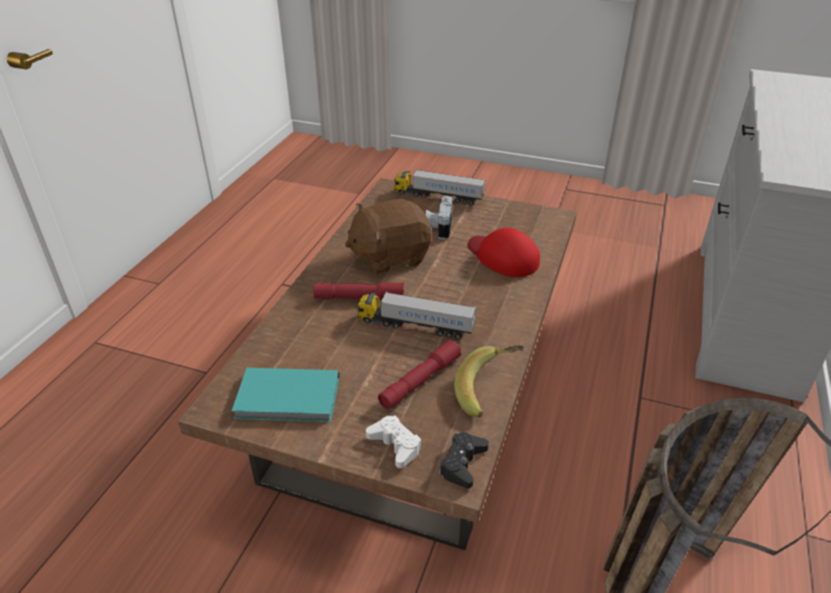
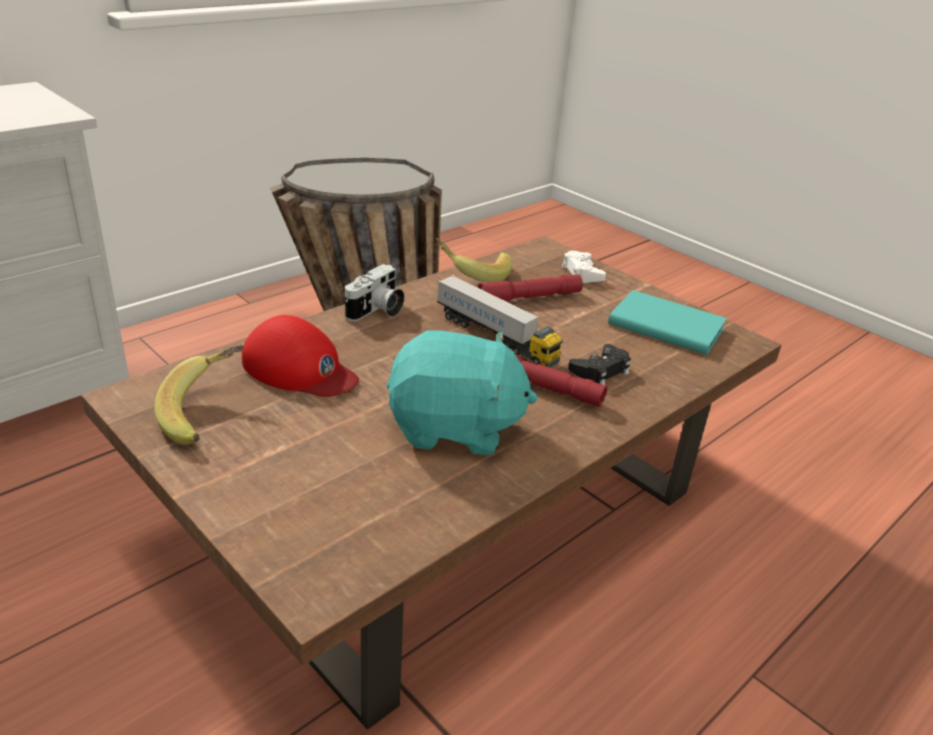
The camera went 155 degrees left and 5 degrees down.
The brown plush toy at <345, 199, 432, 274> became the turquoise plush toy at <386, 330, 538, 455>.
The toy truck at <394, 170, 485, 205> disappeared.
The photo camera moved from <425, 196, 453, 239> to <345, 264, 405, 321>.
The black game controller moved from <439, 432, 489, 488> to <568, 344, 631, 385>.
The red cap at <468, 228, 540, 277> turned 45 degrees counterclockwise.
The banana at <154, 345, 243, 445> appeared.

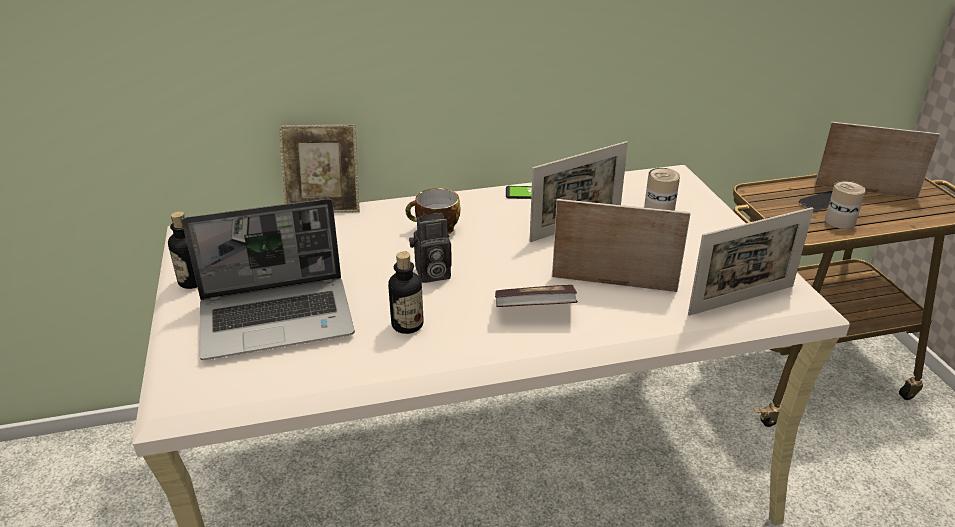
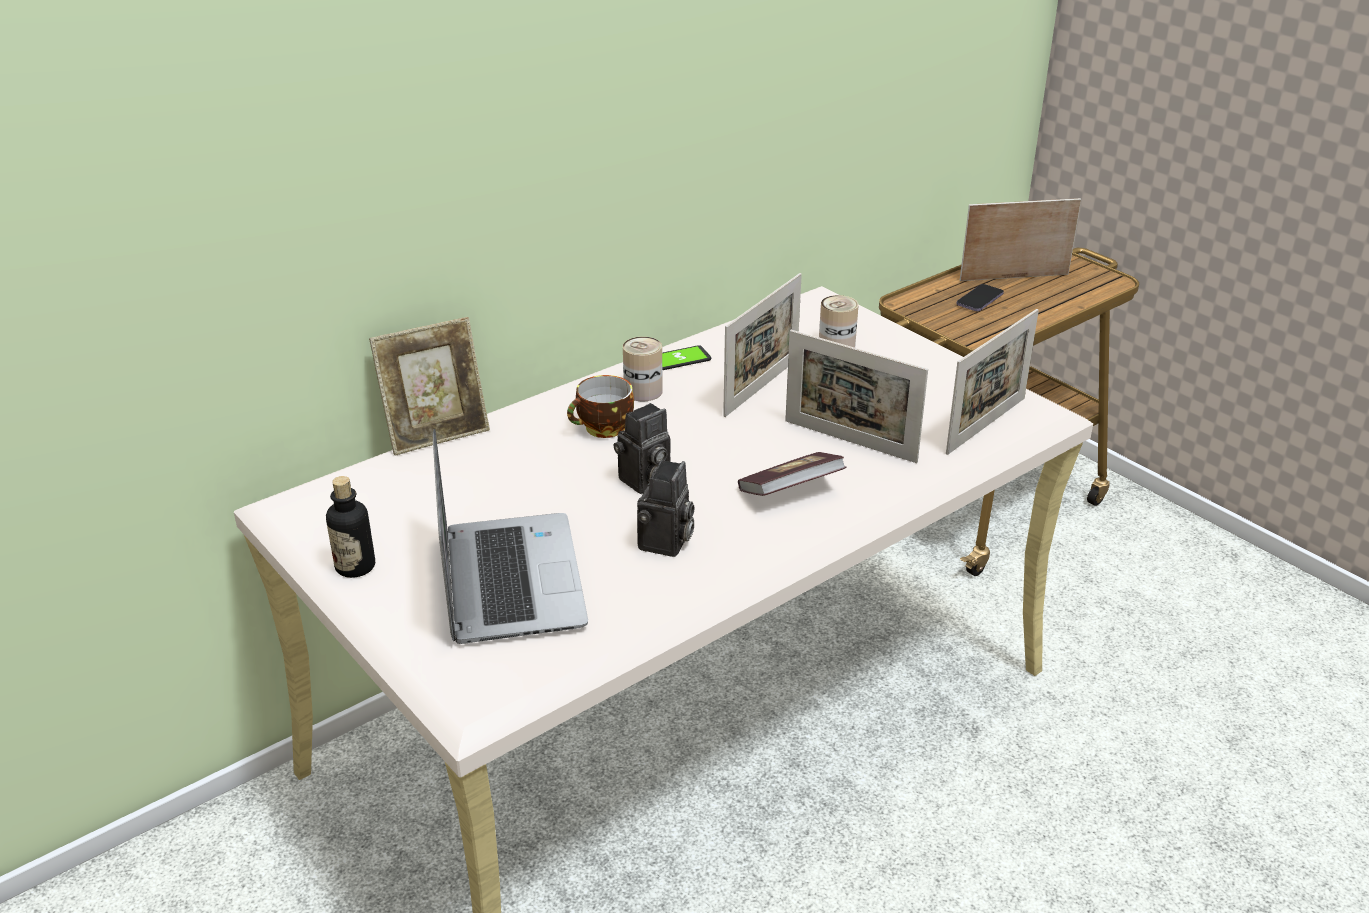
The camera went 25 degrees left and 0 degrees up.
The laptop at <182, 199, 355, 360> turned 60 degrees counterclockwise.
The bottle at <388, 251, 424, 334> was replaced by the photo camera at <637, 460, 694, 557>.
The picture frame at <552, 199, 691, 292> turned 135 degrees counterclockwise.
The can moved from <825, 181, 866, 229> to <623, 337, 663, 401>.

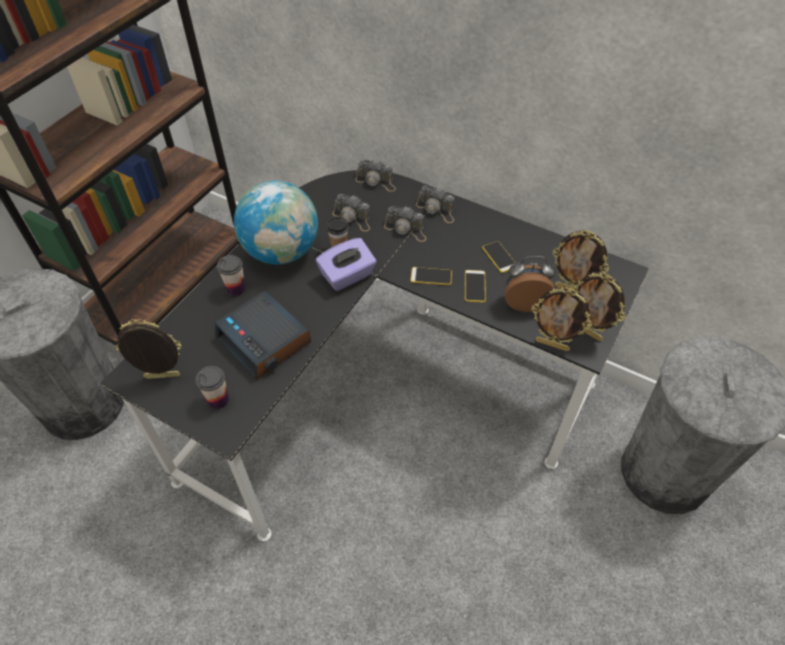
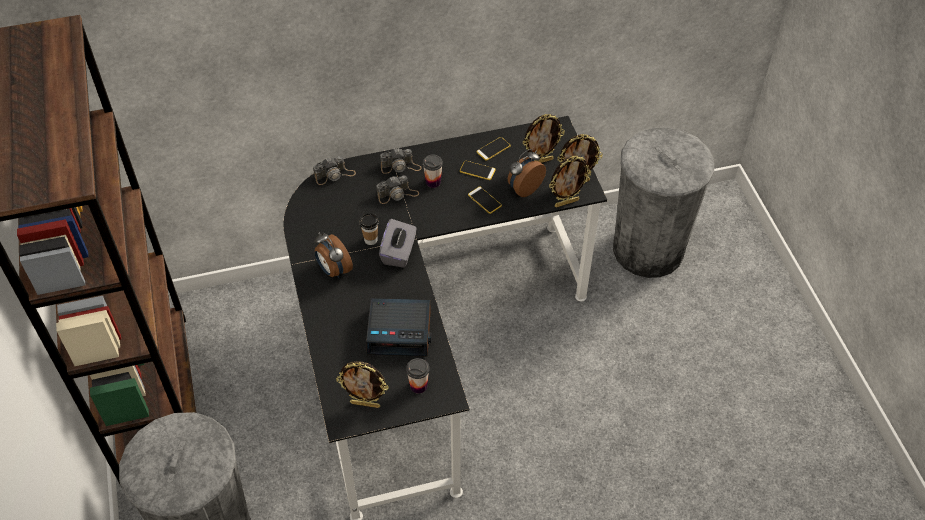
The camera went 45 degrees left and 0 degrees up.
The picture frame at <116, 319, 182, 379> turned 120 degrees counterclockwise.
The cup moved from <217, 255, 245, 296> to <423, 154, 443, 188>.
The globe at <234, 181, 318, 264> was replaced by the alarm clock at <315, 232, 353, 278>.
The purple tissue box at <316, 238, 377, 291> became the grey tissue box at <379, 219, 417, 268>.
The photo camera at <332, 194, 370, 232> disappeared.
The phone moved from <410, 267, 452, 285> to <477, 137, 511, 161>.

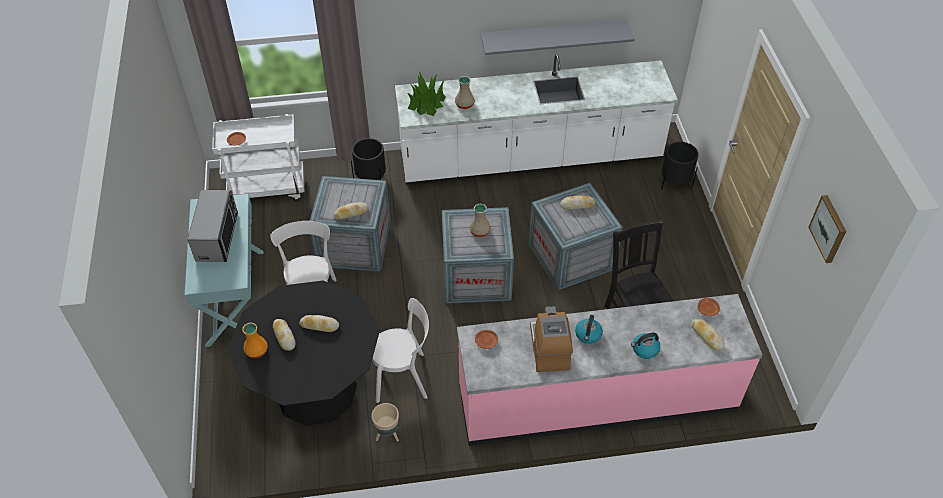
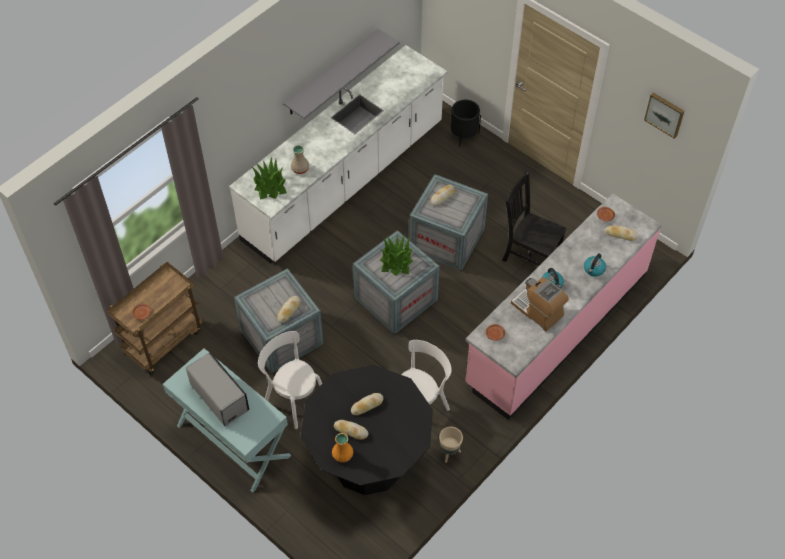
The camera went 40 degrees left and 5 degrees up.
The white cart at <212, 114, 305, 201> became the brown cart at <107, 262, 203, 375>.
The black planter at <351, 138, 386, 180> disappeared.
The beige vase at <469, 204, 491, 237> was replaced by the potted plant at <380, 235, 413, 276>.

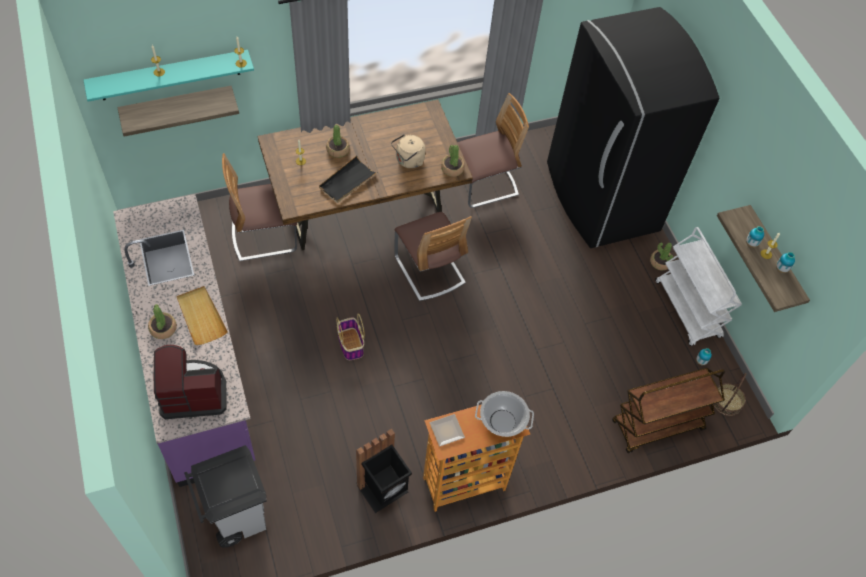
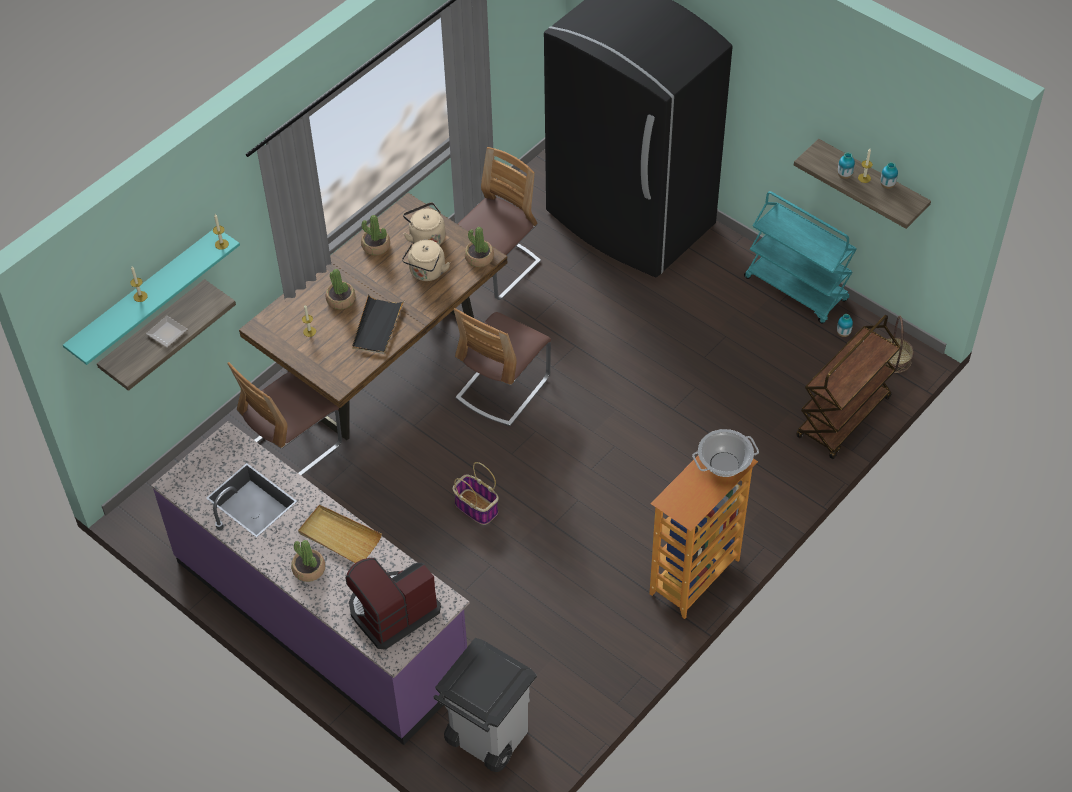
The camera went 25 degrees left and 5 degrees down.
The black trash can at <356, 429, 412, 513> disappeared.
The chair at <394, 212, 472, 301> turned 90 degrees clockwise.
The plate moved from <430, 414, 465, 446> to <146, 316, 188, 348>.
The potted plant moved from <650, 242, 673, 270> to <361, 215, 390, 255>.
The white cart at <655, 227, 742, 346> became the turquoise cart at <744, 191, 857, 324>.
The beige kettle at <403, 202, 445, 246> appeared.

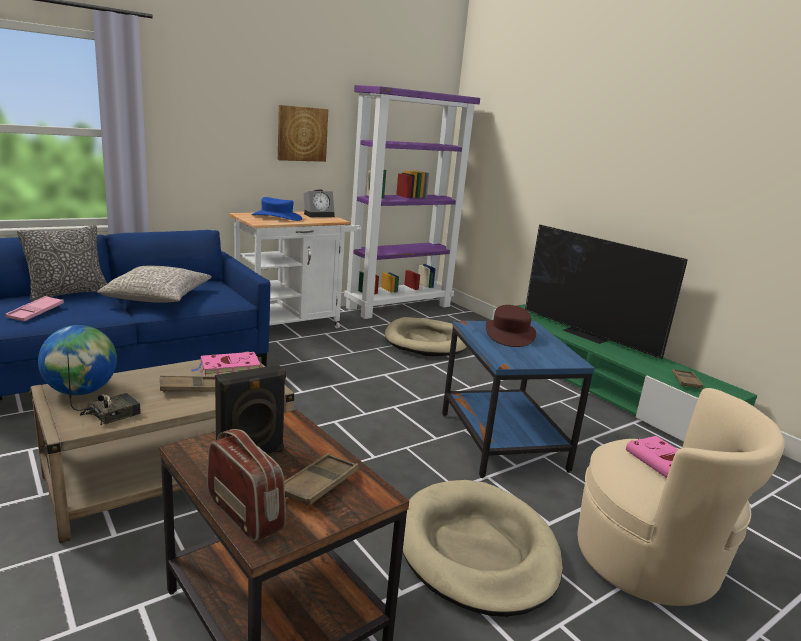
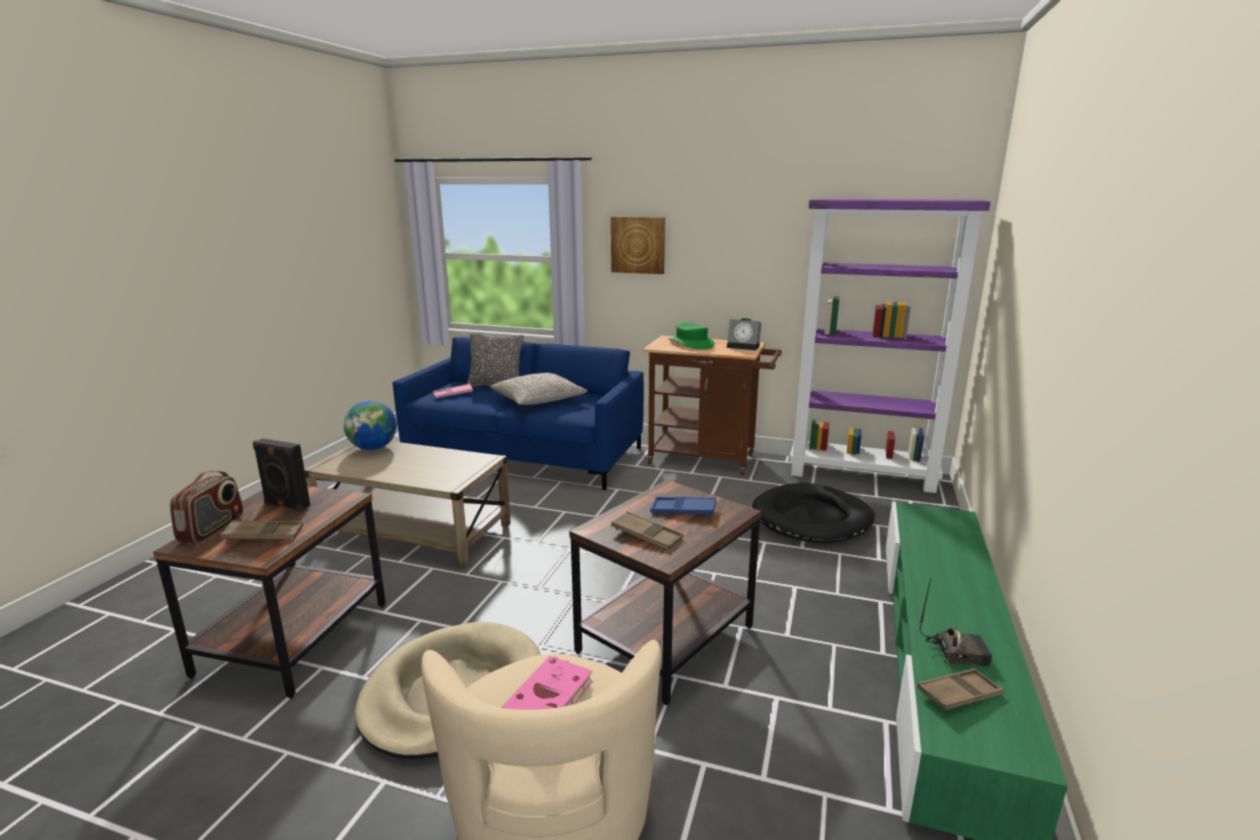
The camera went 55 degrees right and 0 degrees up.
The radio moved from <67, 352, 141, 425> to <920, 578, 992, 666>.
The brown tray moved from <160, 376, 215, 392> to <611, 511, 683, 550>.
The pink book at <190, 352, 260, 376> disappeared.
The white cart at <229, 211, 361, 328> became the brown cart at <643, 336, 782, 476>.
The blue hat at <251, 197, 302, 221> became the green hat at <668, 322, 715, 350>.
The picture moved from <278, 105, 328, 162> to <611, 217, 665, 274>.
The beige dog bed at <385, 317, 467, 356> became the black dog bed at <752, 483, 875, 543>.
The blue side table at <442, 321, 595, 478> became the brown side table at <569, 480, 761, 705>.
The brown hat at <486, 305, 536, 347> was replaced by the blue tray at <650, 497, 716, 515>.
The television at <525, 224, 687, 359> disappeared.

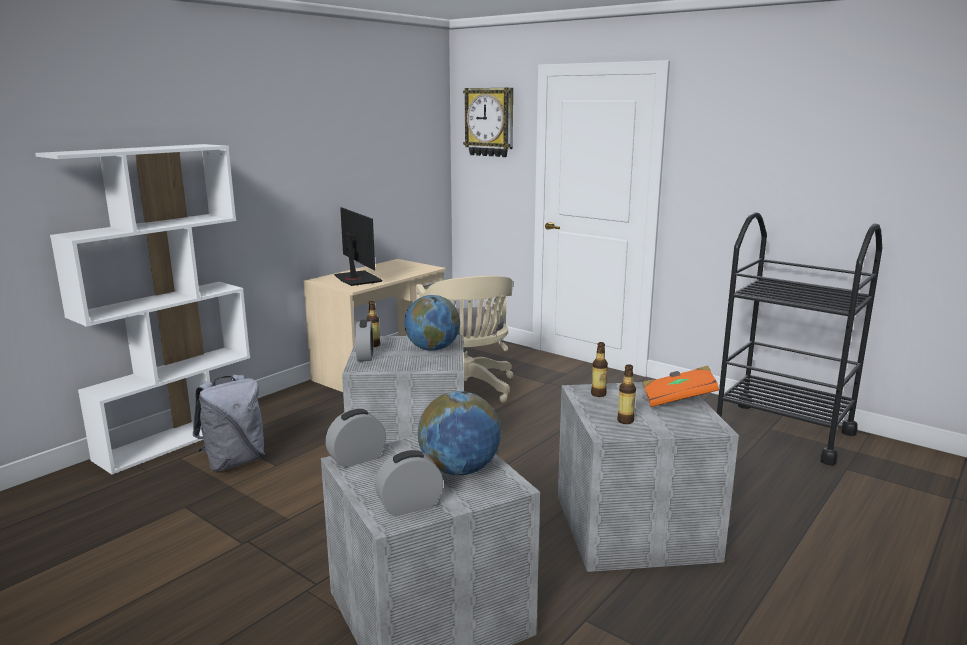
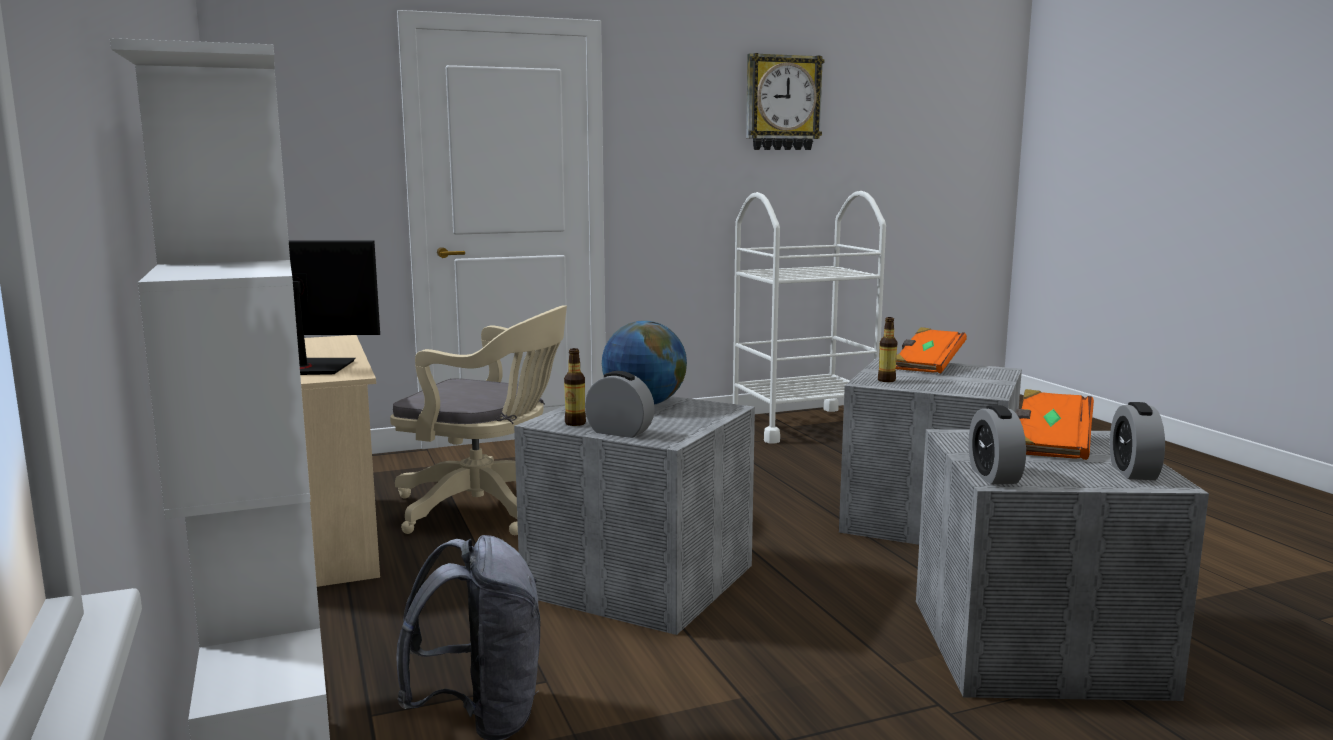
The camera went 60 degrees left and 5 degrees down.
The globe at <418, 391, 501, 475> was replaced by the orange book at <1015, 389, 1094, 460>.
The wall clock moved from <463, 88, 513, 157> to <746, 53, 824, 150>.
The bottle at <617, 364, 636, 424> disappeared.
The black cart at <717, 212, 882, 466> became the white cart at <733, 191, 886, 443>.

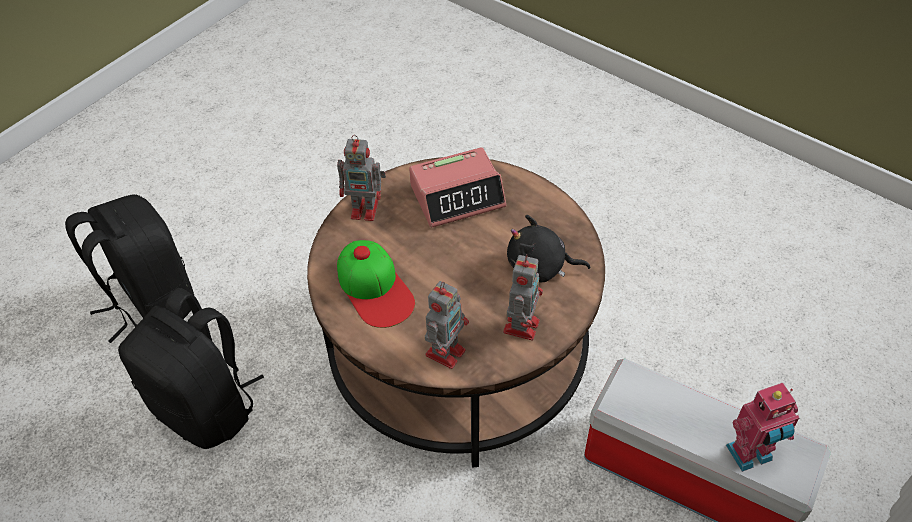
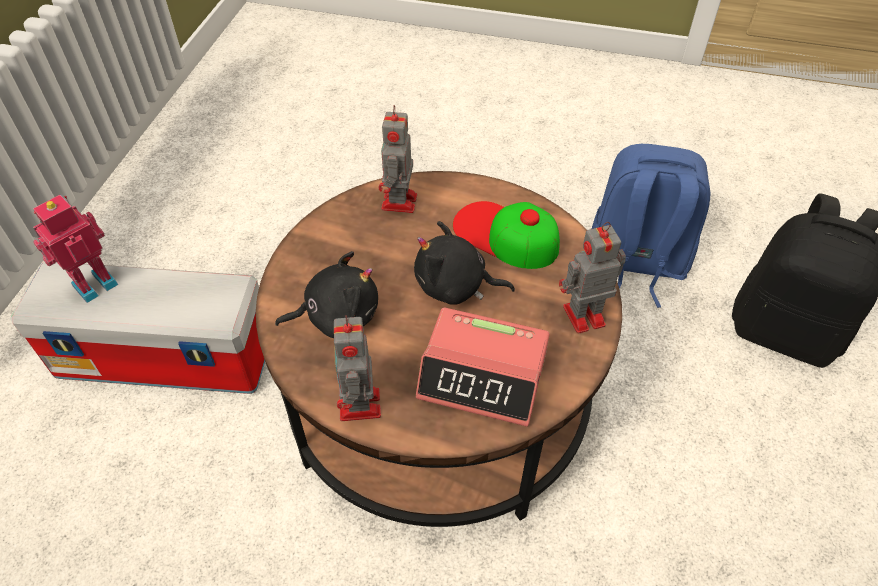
The camera went 155 degrees right and 0 degrees up.
The black backpack at <118, 288, 264, 449> became the blue backpack at <592, 144, 710, 308>.
The alarm clock at <409, 147, 506, 228> turned 120 degrees counterclockwise.
The toy robot moved from <503, 254, 543, 340> to <334, 315, 381, 421>.
The black plush toy at <414, 221, 515, 305> appeared.

